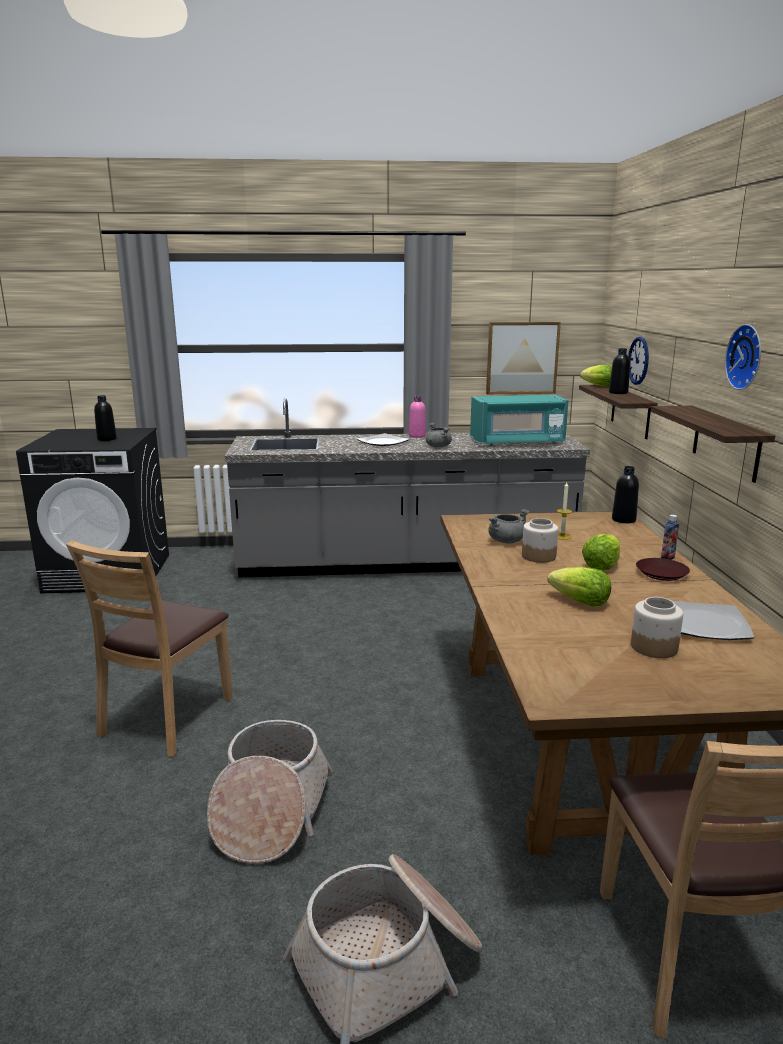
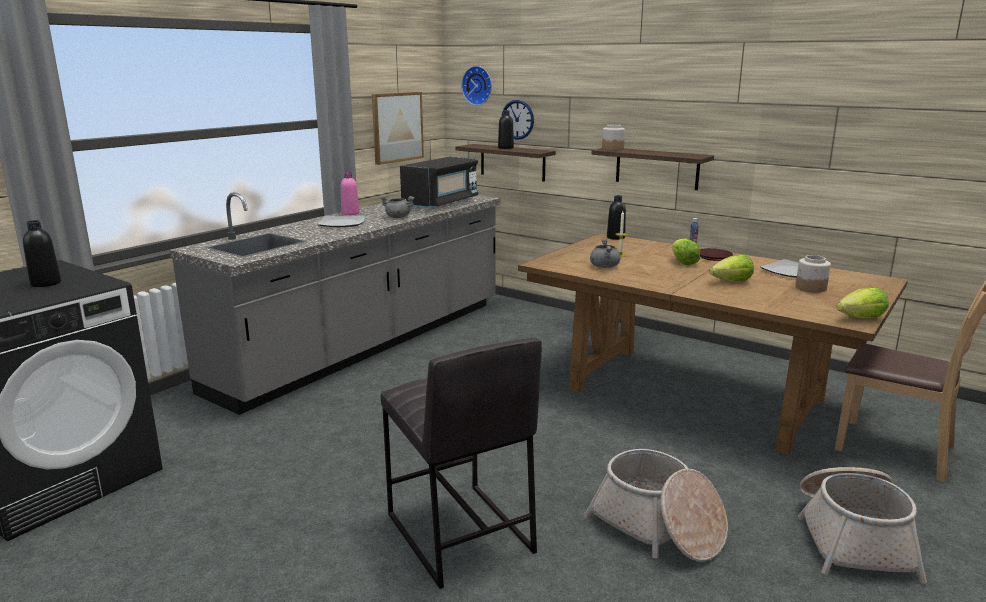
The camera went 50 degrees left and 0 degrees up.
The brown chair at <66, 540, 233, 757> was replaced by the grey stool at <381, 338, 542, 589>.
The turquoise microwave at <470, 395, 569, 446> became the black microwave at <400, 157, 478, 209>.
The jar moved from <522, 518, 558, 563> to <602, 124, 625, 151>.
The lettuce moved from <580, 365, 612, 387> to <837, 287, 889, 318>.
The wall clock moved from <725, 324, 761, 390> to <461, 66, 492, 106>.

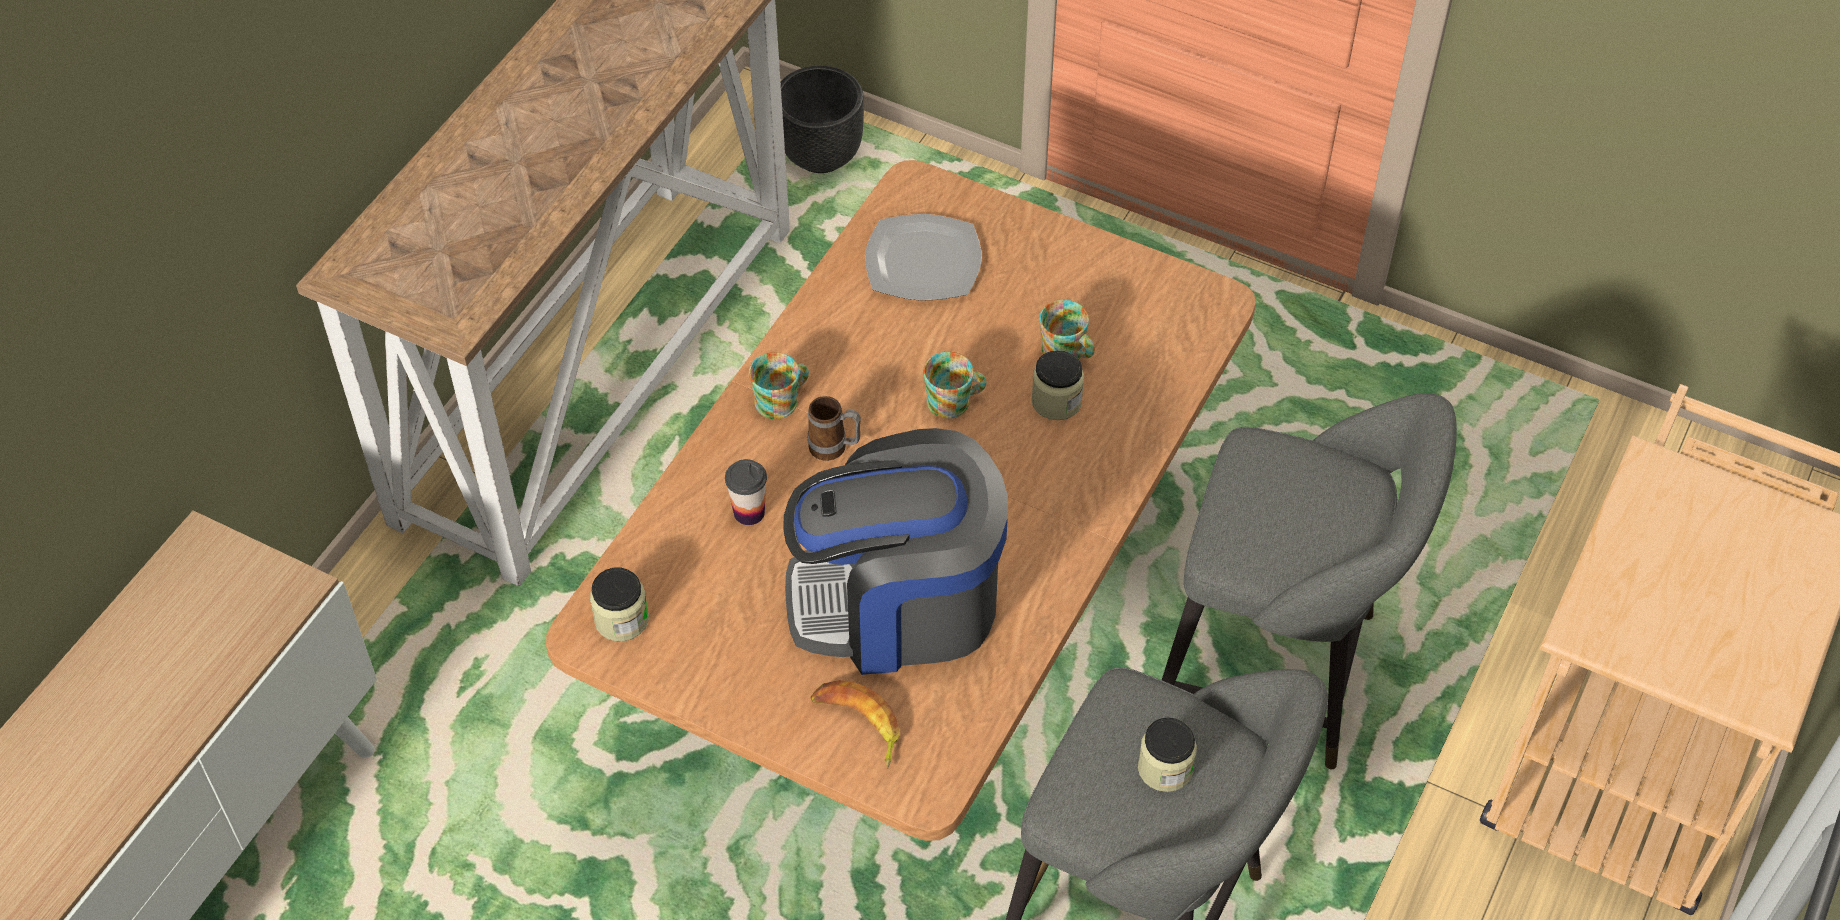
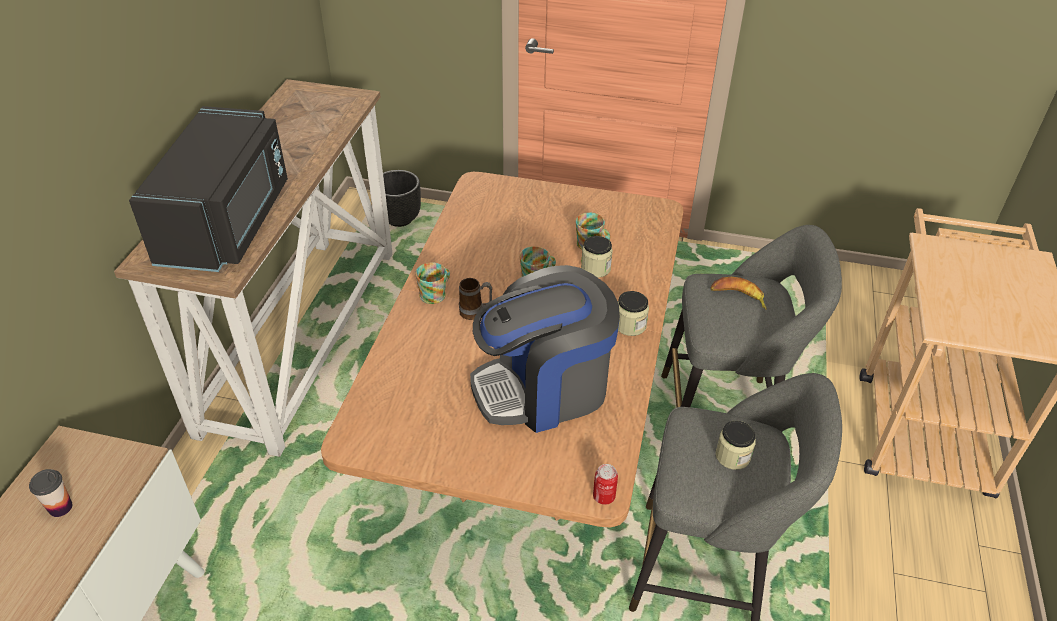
The camera went 15 degrees left and 10 degrees down.
The jar moved from <590, 568, 649, 641> to <618, 291, 649, 336>.
The cup moved from <725, 459, 767, 525> to <29, 469, 72, 517>.
The banana moved from <811, 680, 900, 769> to <711, 277, 767, 310>.
The plate at <865, 214, 982, 301> disappeared.
The black microwave at <129, 106, 288, 272> appeared.
The can at <593, 464, 618, 505> appeared.

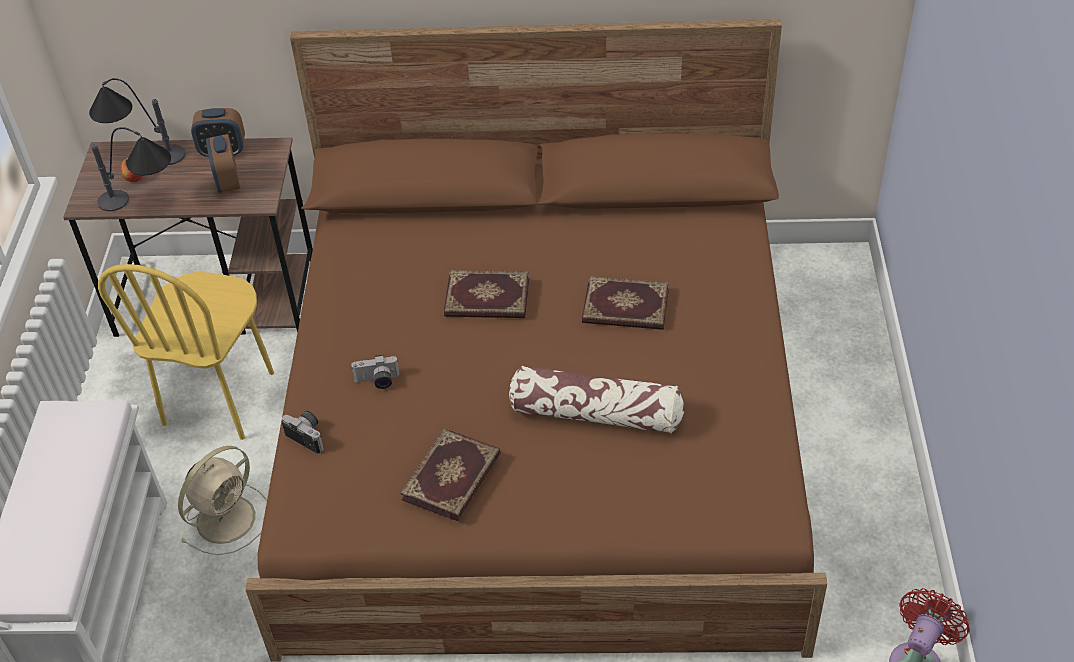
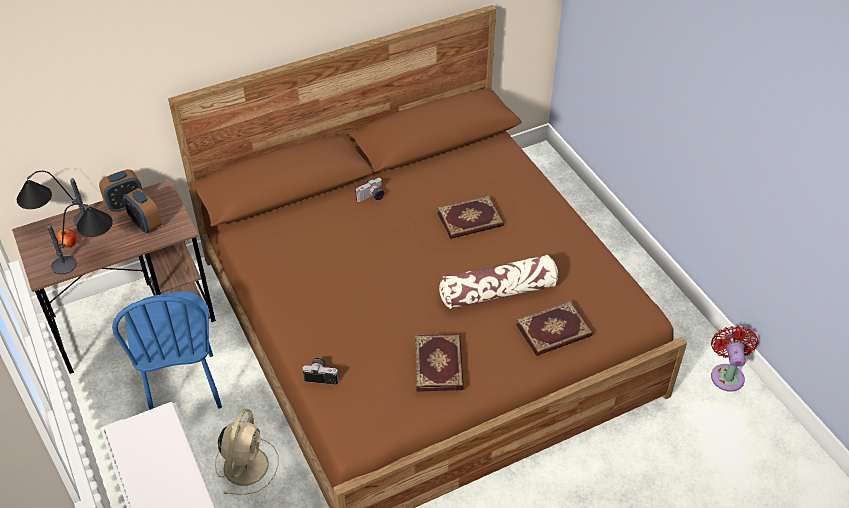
The camera went 30 degrees left and 0 degrees up.
The yellow chair at <98, 264, 274, 440> became the blue chair at <112, 291, 222, 410>.
The photo camera moved from <351, 355, 400, 389> to <355, 178, 384, 202>.
The book moved from <444, 270, 529, 318> to <516, 301, 593, 356>.

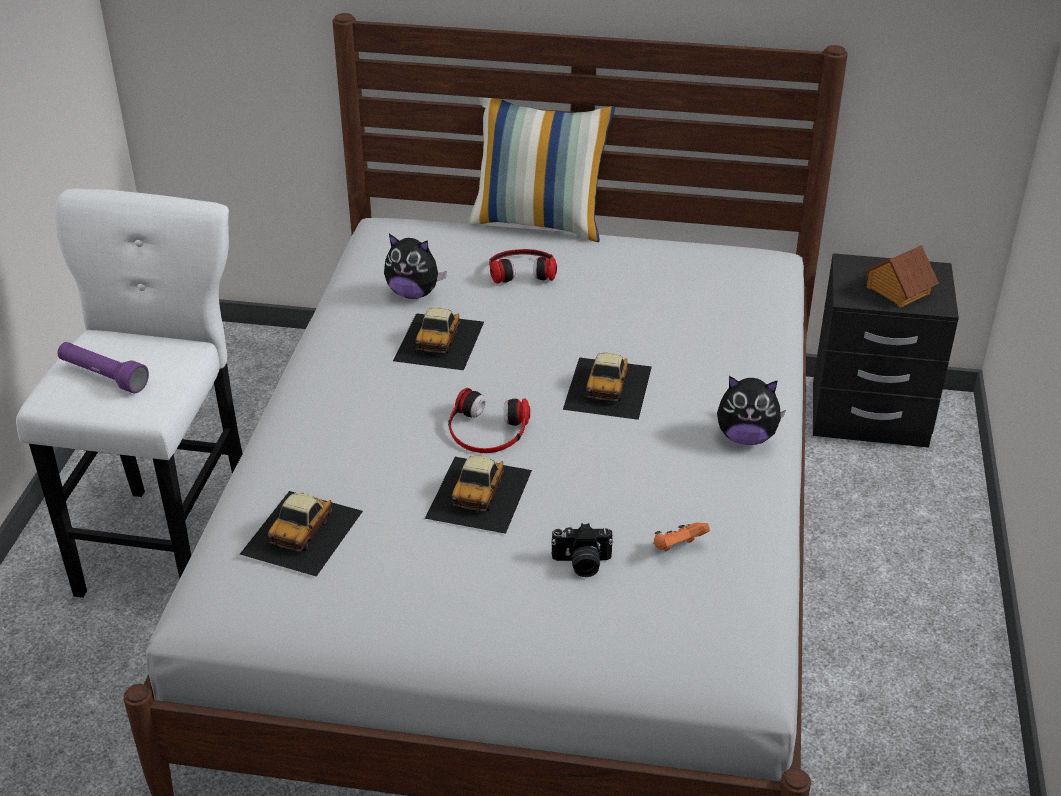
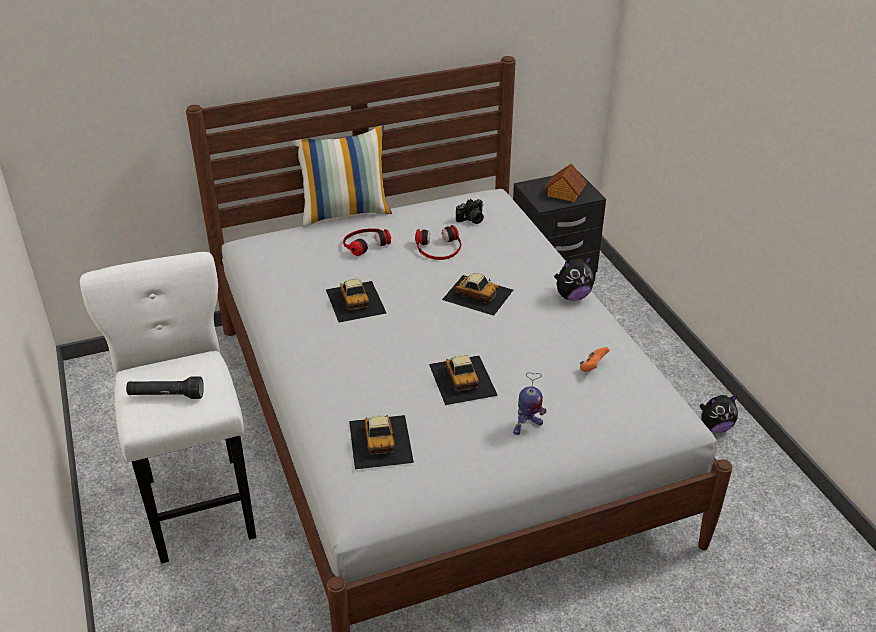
The camera went 30 degrees left and 0 degrees up.
The purple flashlight at <58, 342, 149, 394> became the black flashlight at <126, 377, 204, 399>.
The plush toy moved from <384, 234, 447, 299> to <699, 394, 738, 433>.
The headphones moved from <448, 388, 530, 453> to <415, 225, 461, 260>.
The photo camera moved from <551, 523, 613, 577> to <456, 199, 484, 224>.
The toy car at <563, 353, 652, 420> turned 45 degrees counterclockwise.
The toy robot at <513, 372, 547, 435> appeared.

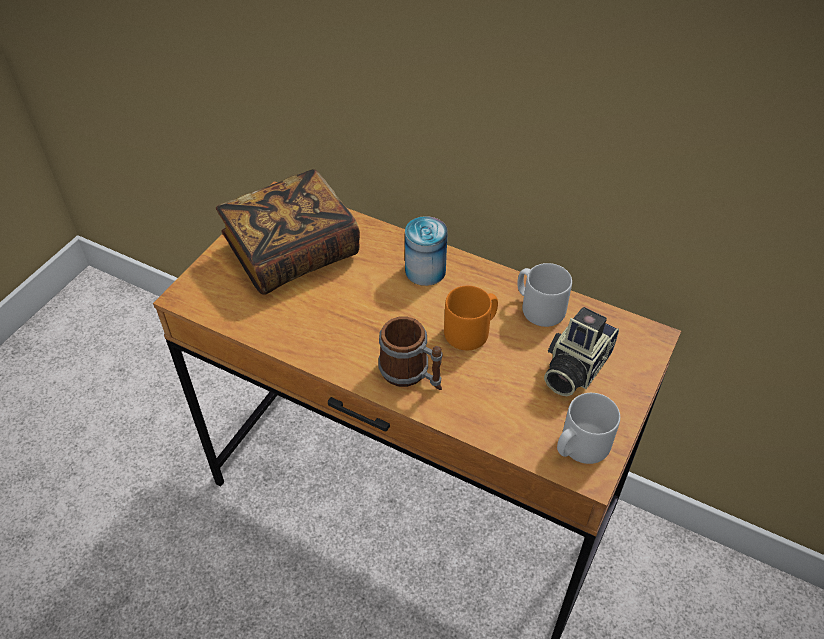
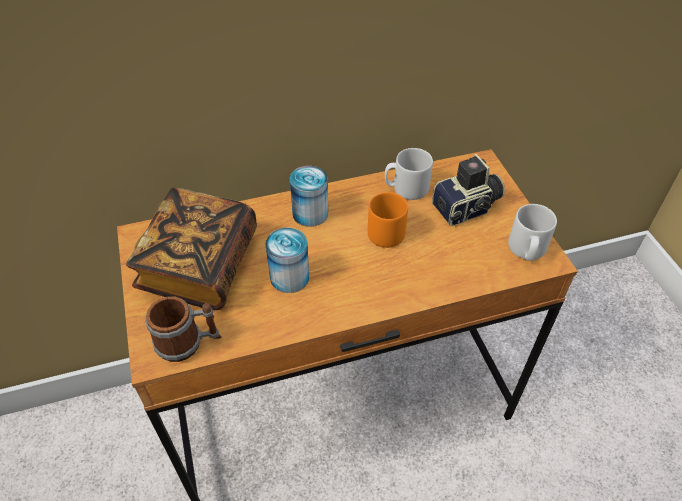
The camera went 45 degrees left and 0 degrees up.
The mug moved from <378, 317, 442, 390> to <145, 296, 222, 362>.
The photo camera at <544, 307, 619, 396> turned 105 degrees counterclockwise.
The can at <265, 228, 309, 293> appeared.

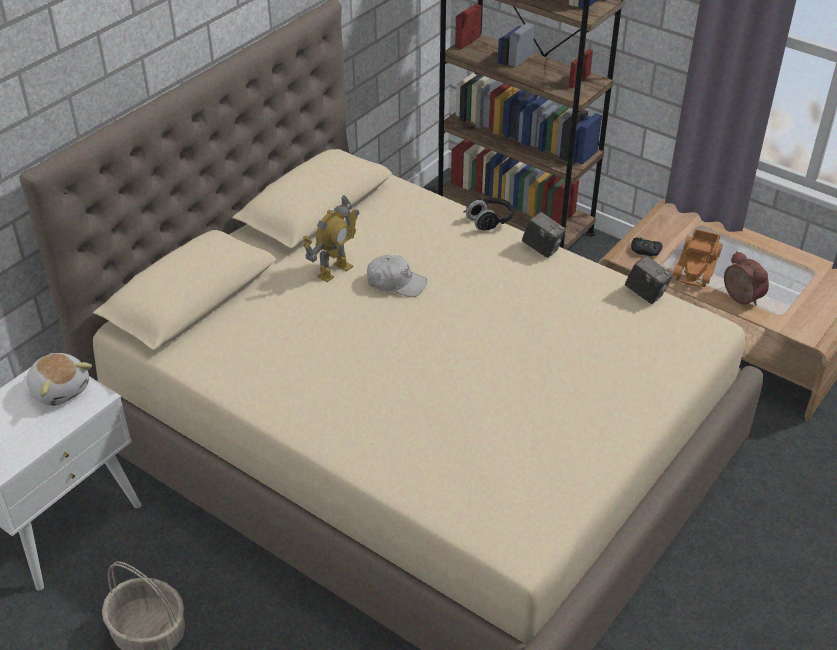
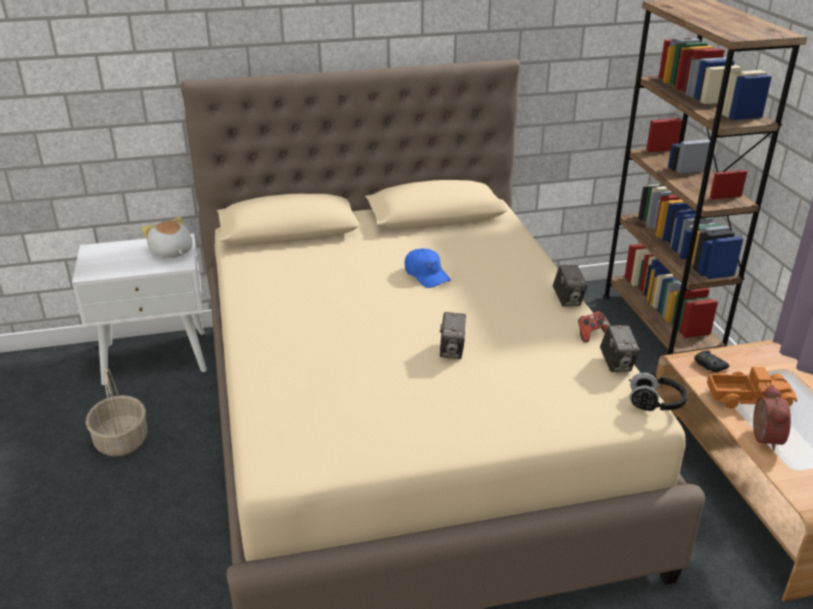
The camera went 40 degrees right and 10 degrees down.
The plush toy at <27, 353, 92, 406> turned 150 degrees clockwise.
The toy robot at <302, 195, 360, 282> disappeared.
The white cap at <367, 255, 427, 297> became the blue cap at <405, 248, 451, 288>.
The black headphones moved from <463, 197, 513, 230> to <629, 372, 687, 411>.
The toy truck at <673, 229, 722, 287> turned 150 degrees counterclockwise.
The photo camera at <440, 312, 466, 359> appeared.
The game controller at <578, 311, 610, 343> appeared.

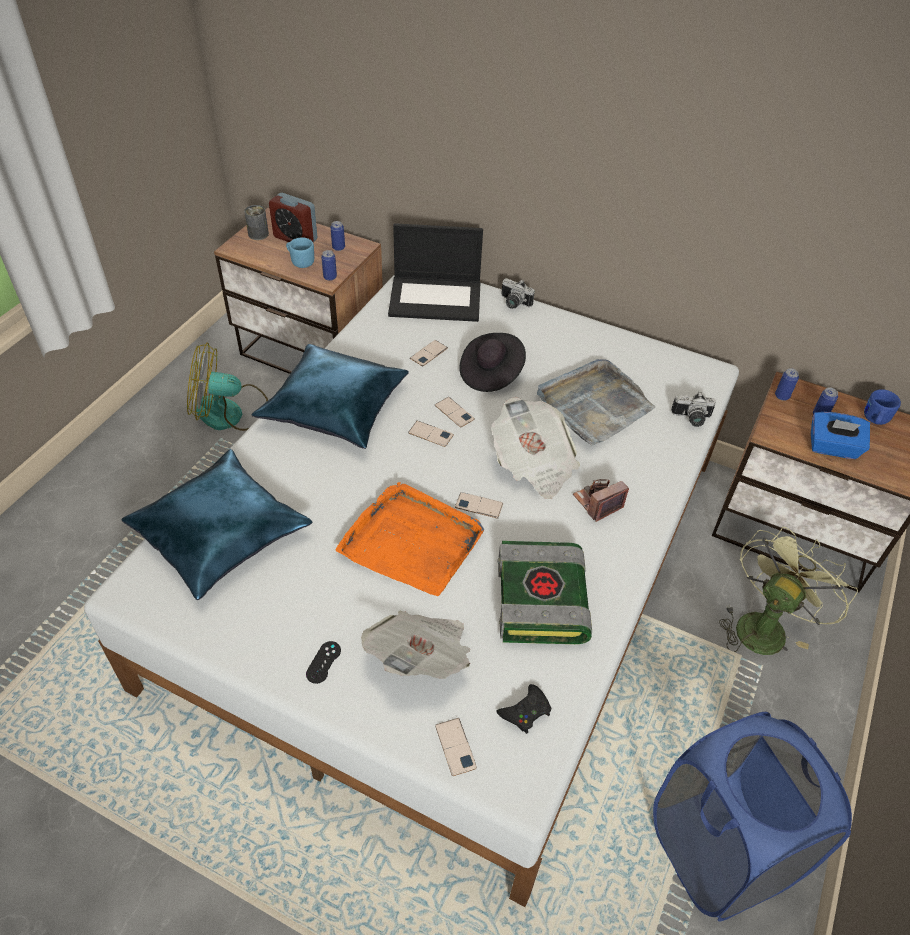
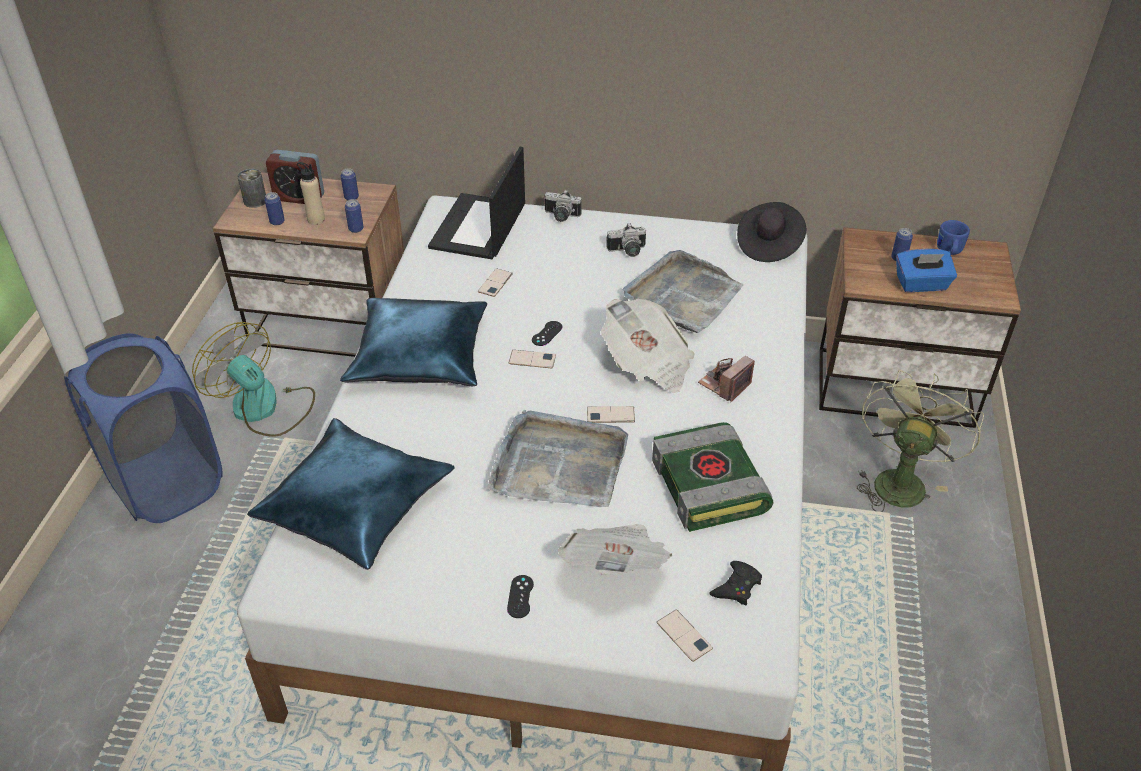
The camera went 15 degrees left and 5 degrees down.
The fan at <187, 343, 268, 431> turned 60 degrees clockwise.
The blue mug at <286, 237, 314, 268> was replaced by the beige bottle at <297, 162, 325, 225>.
The orange tray at <335, 482, 484, 596> became the grey tray at <487, 410, 628, 507>.
The laptop at <388, 223, 483, 322> turned 120 degrees clockwise.
The phone at <435, 397, 475, 428> was replaced by the black game controller at <532, 321, 562, 346>.
The black hat moved from <459, 333, 526, 392> to <737, 202, 806, 262>.
The blue laundry basket moved from <653, 712, 852, 922> to <64, 333, 223, 523>.
The photo camera moved from <671, 392, 716, 427> to <606, 223, 646, 257>.
The can moved from <775, 368, 799, 401> to <265, 192, 285, 225>.

